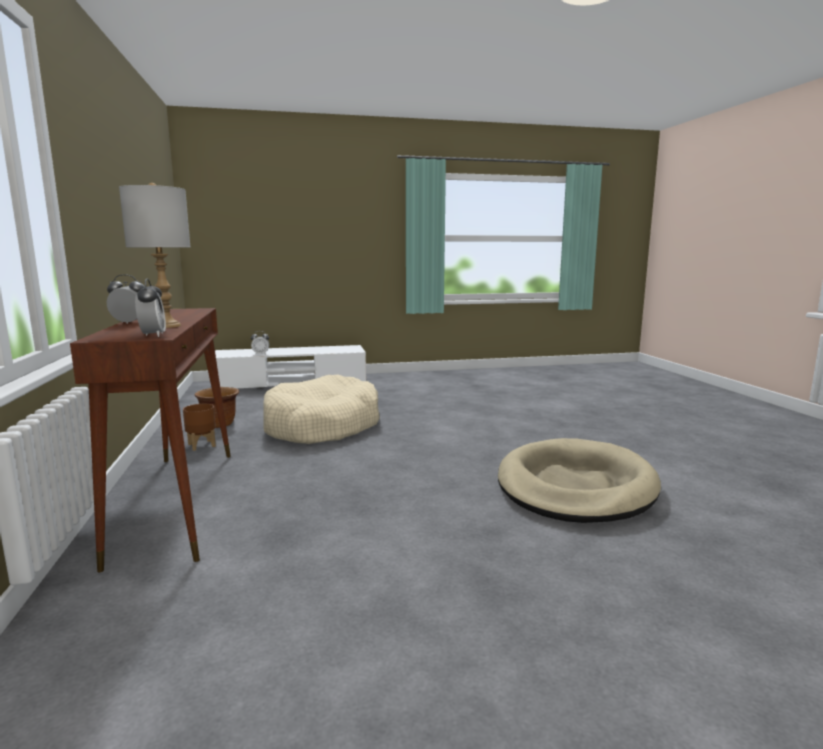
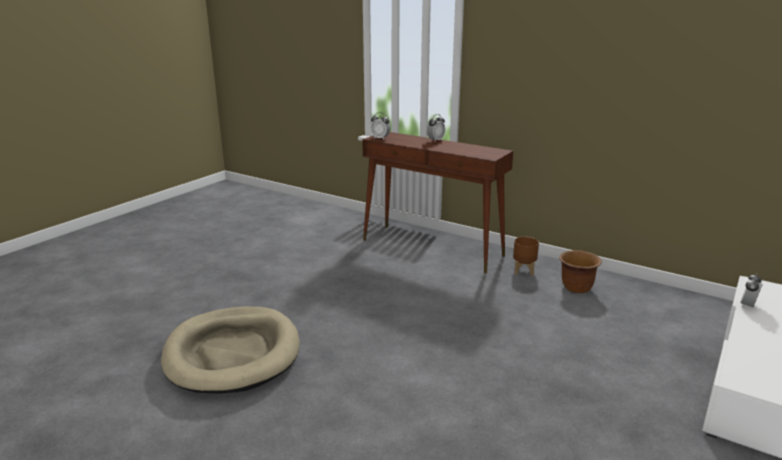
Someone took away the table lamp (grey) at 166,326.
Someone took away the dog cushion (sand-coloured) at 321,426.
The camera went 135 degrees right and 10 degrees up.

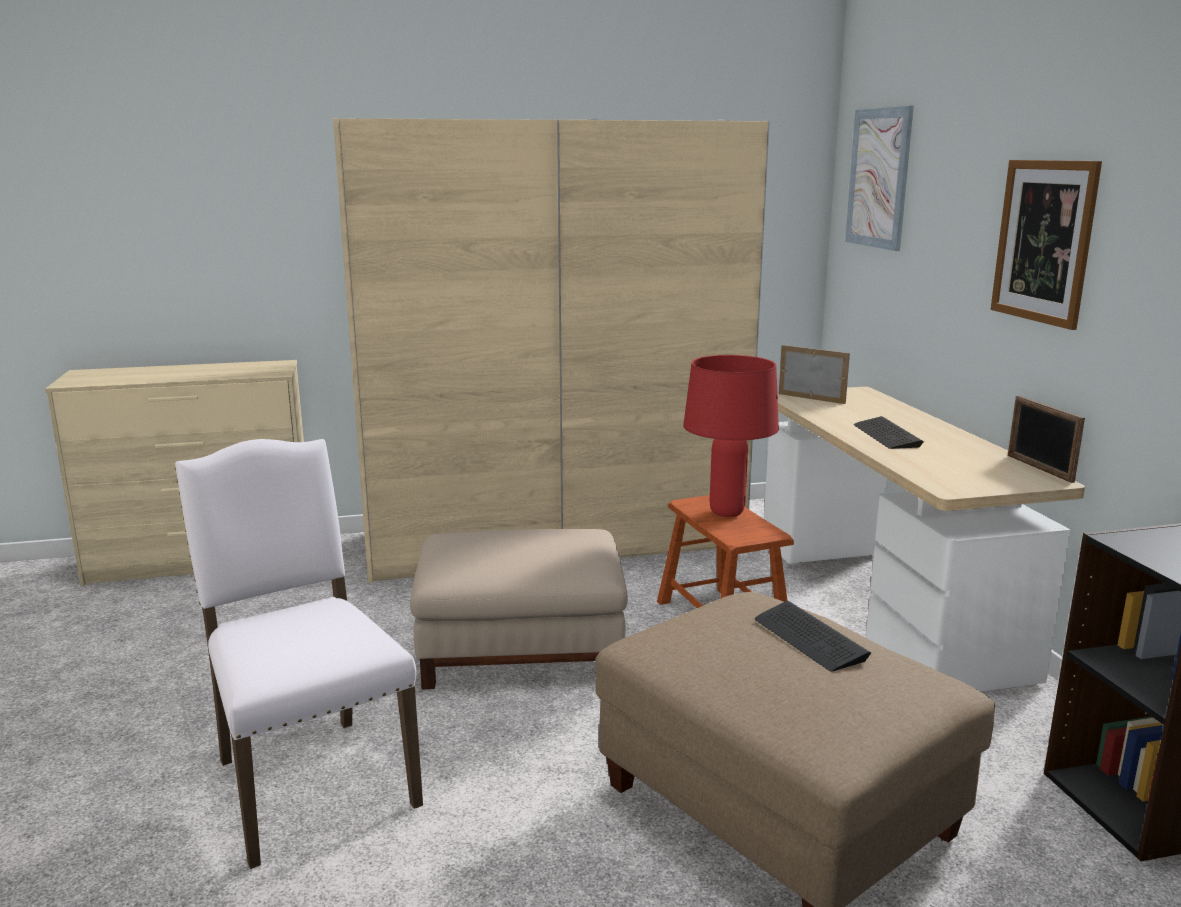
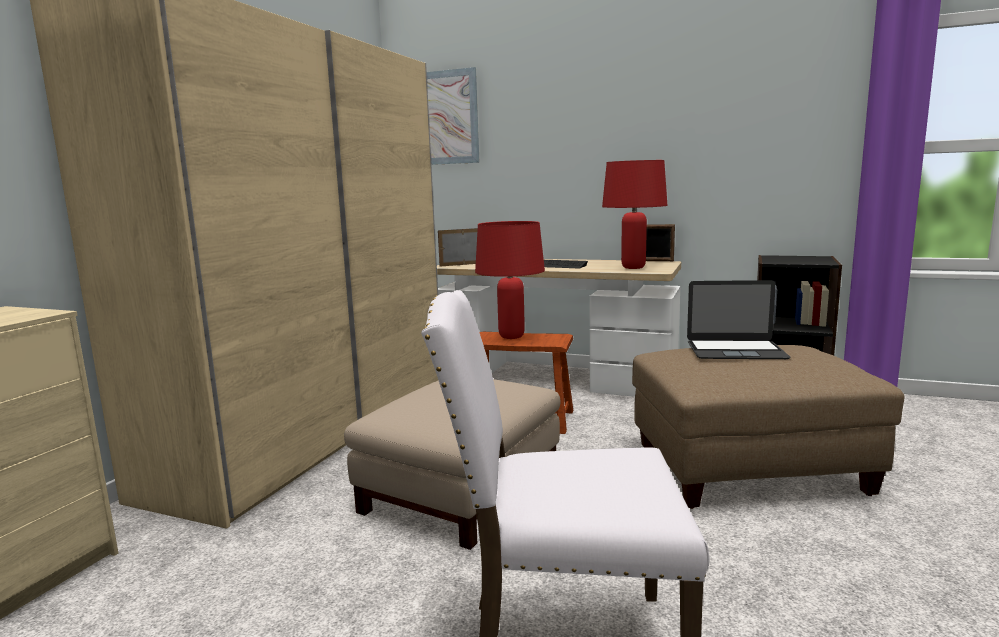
Someone took away the wall picture at 1044,241.
Someone put down the table lamp (reddish) at 633,268.
Someone swapped the computer keyboard at 809,638 for the portable computer at 735,350.
The camera went 55 degrees left and 5 degrees down.

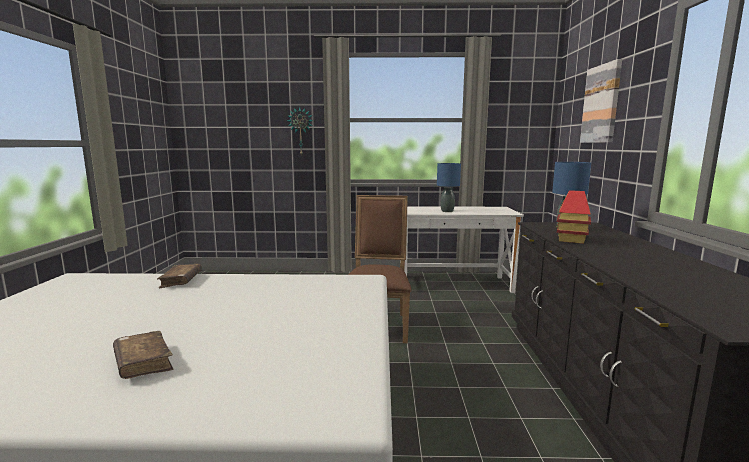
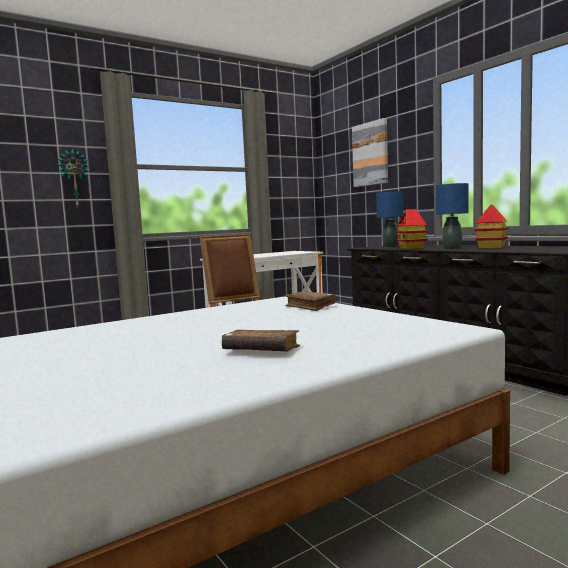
Someone put down the miniature house at 491,247.
Someone carried the volume (brown-coloured) from 181,281 to 310,306.
Someone carried the table lamp (blue-coloured) from 447,211 to 452,249.
The camera went 35 degrees left and 5 degrees down.

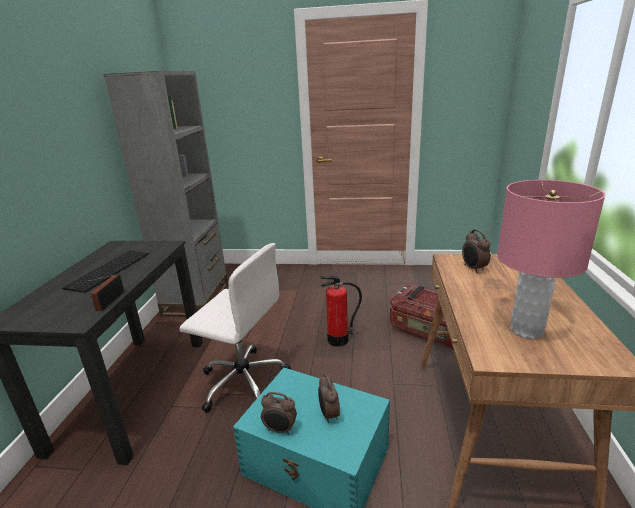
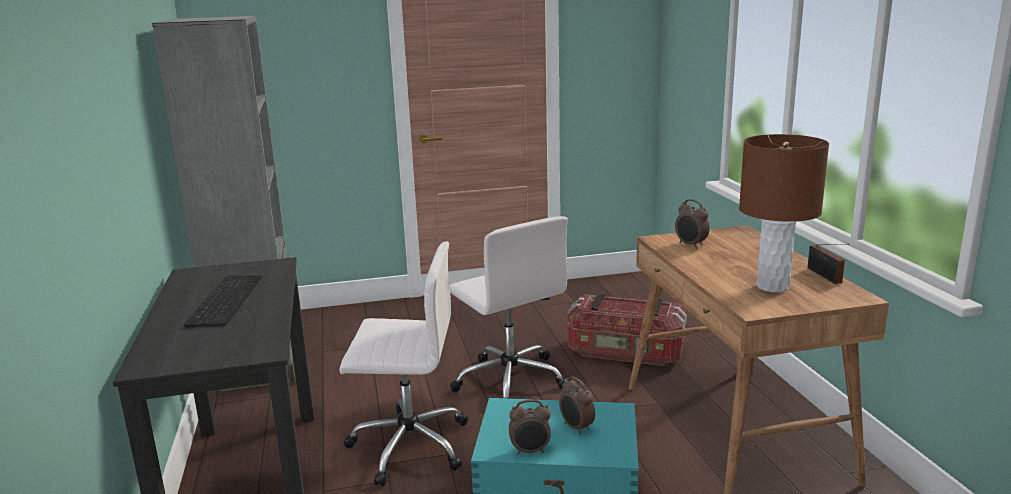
Someone carried the radio from 109,302 to 825,276.
Someone swapped the fire-fighting cylinder at 338,340 for the computer chair (whitish) at 509,379.
Someone repainted the table lamp (pink) at 527,330, which became the table lamp (brown-coloured) at 773,287.
The camera went 20 degrees left and 5 degrees down.

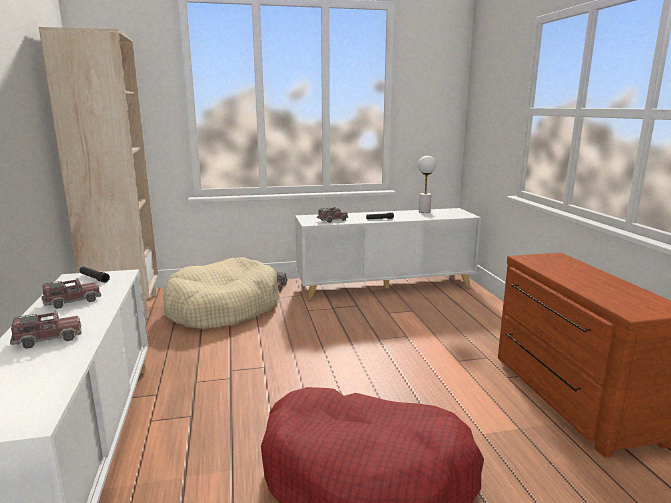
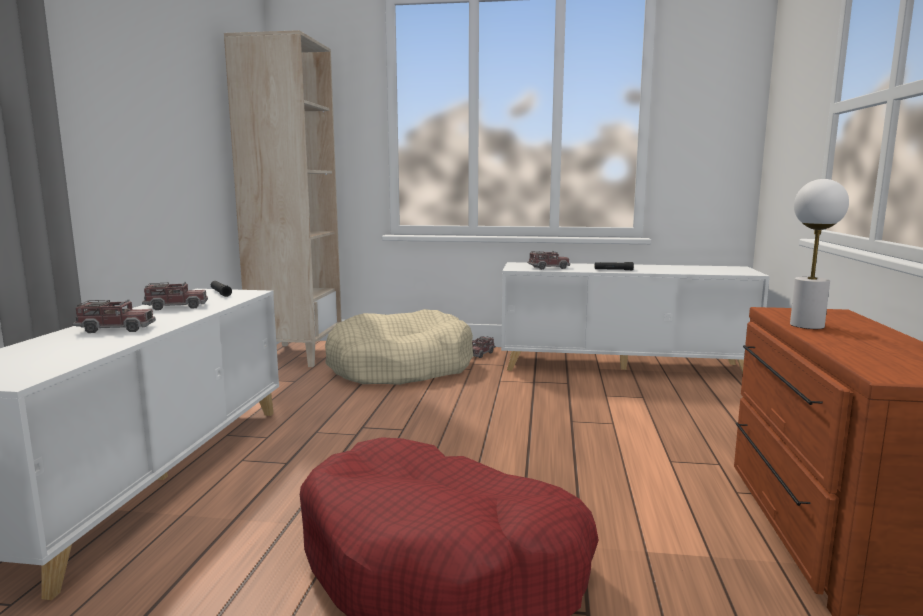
Someone carried the table lamp (whitish) from 424,211 to 806,325.
The camera went 20 degrees right and 5 degrees down.

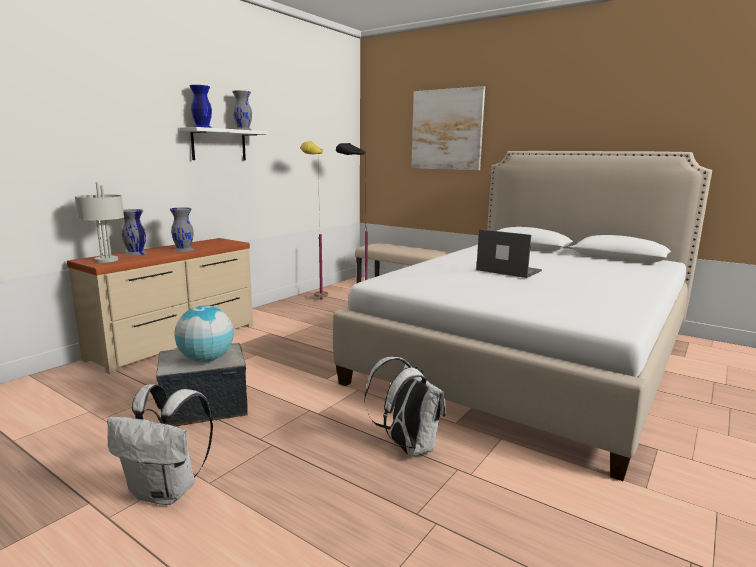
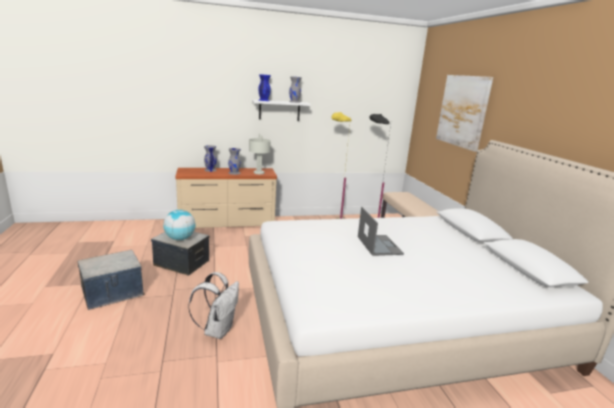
Someone carried the table lamp (grey) from 105,260 to 258,172.
Someone swapped the rucksack (whitish) at 167,491 for the storage box at 113,293.
The camera went 40 degrees right and 5 degrees up.

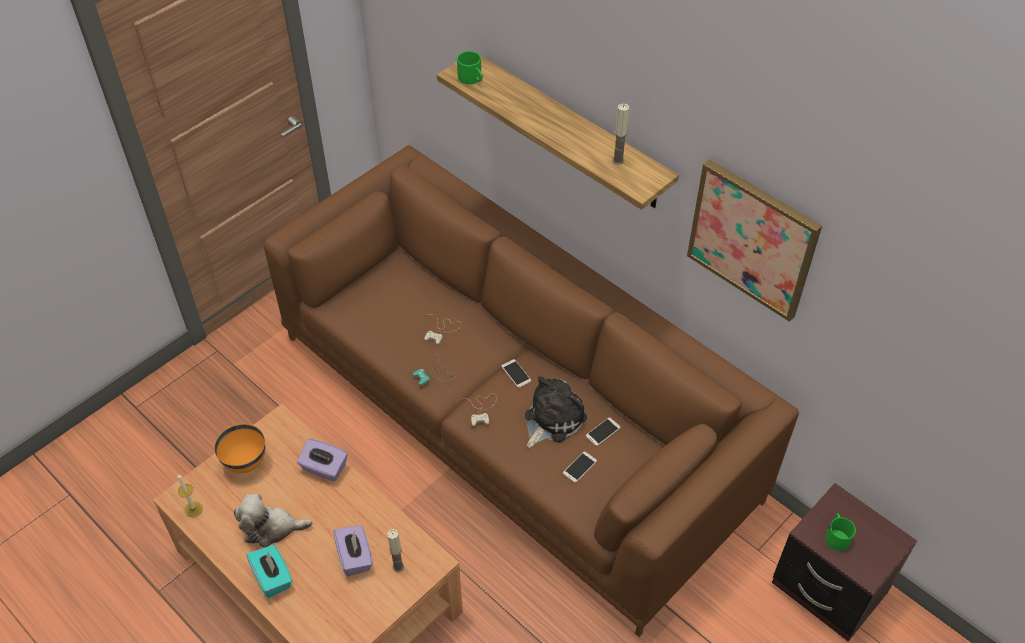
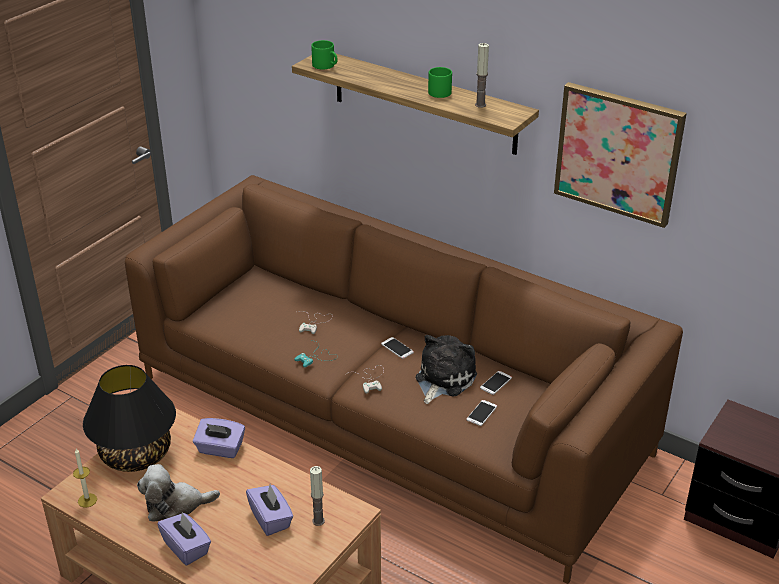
Someone carried the coffee mug (green) from 836,535 to 438,91.
Someone swapped the deep dish (orange-coloured) at 245,463 for the table lamp (black-coloured) at 135,455.
Someone repainted the tissue box (turquoise) at 273,578, which became the tissue box (purple) at 186,548.
The camera went 10 degrees left and 15 degrees down.

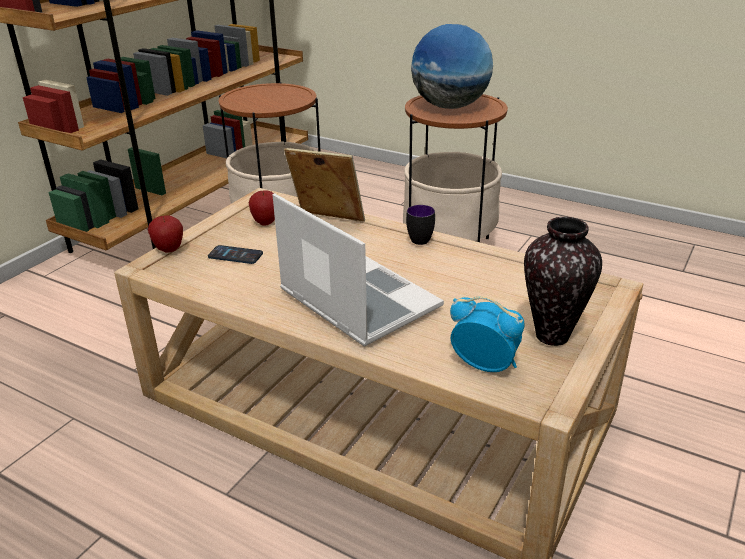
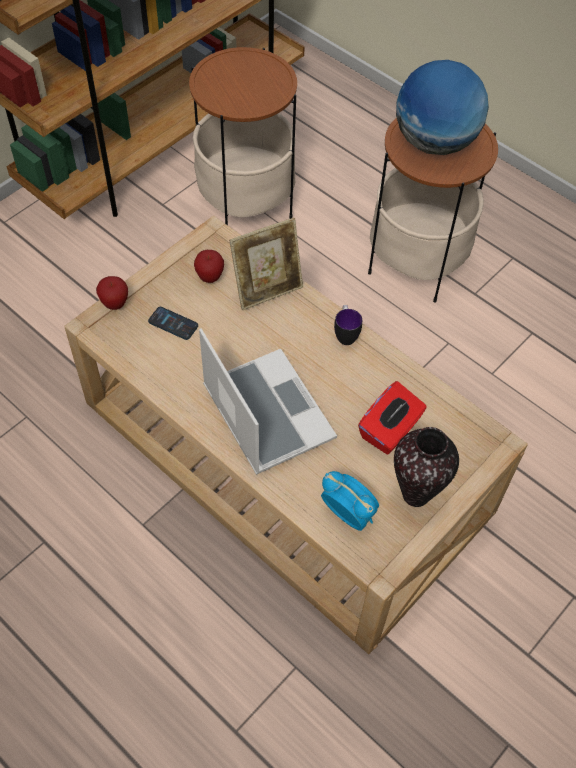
Someone put down the tissue box (reddish) at 390,430.
Someone rotated the picture frame at 327,221 by 120 degrees clockwise.
The camera went 10 degrees right and 25 degrees up.

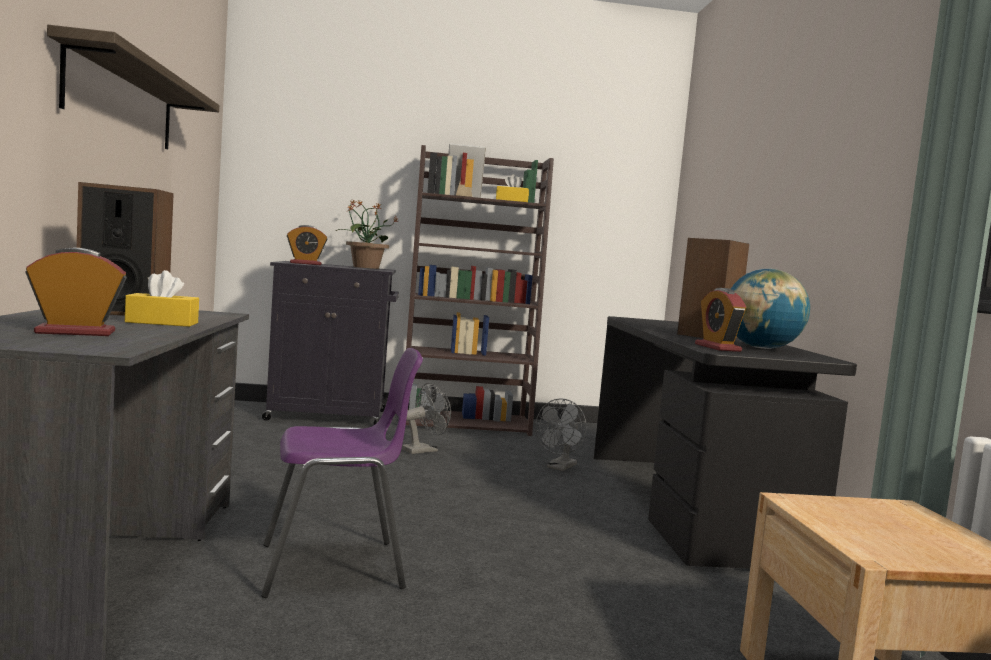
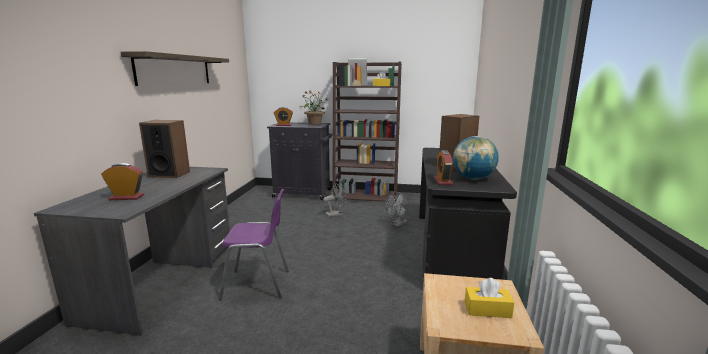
Someone carried the tissue box (yellow) from 162,322 to 487,310.
The camera went 15 degrees right and 10 degrees up.

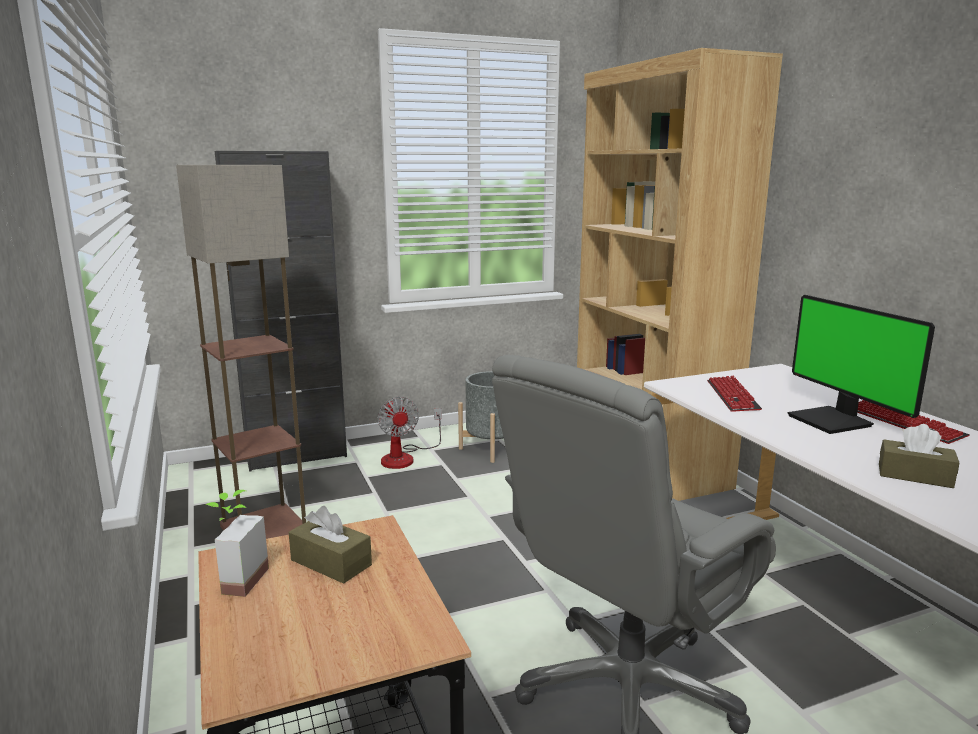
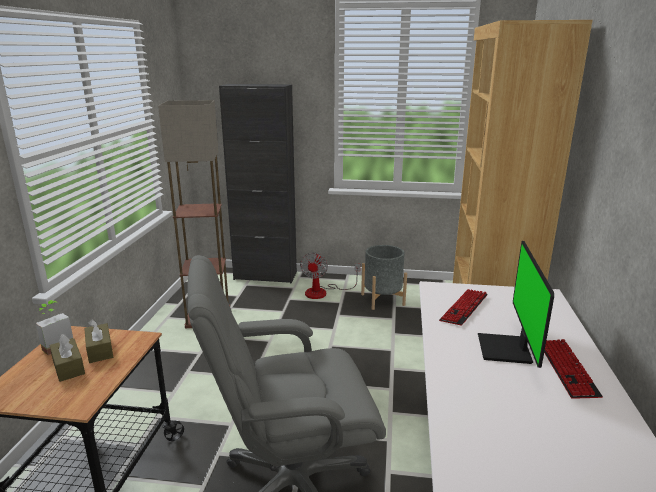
Someone carried the tissue box (brown-coloured) from 914,475 to 68,367.
The camera went 30 degrees right and 5 degrees up.

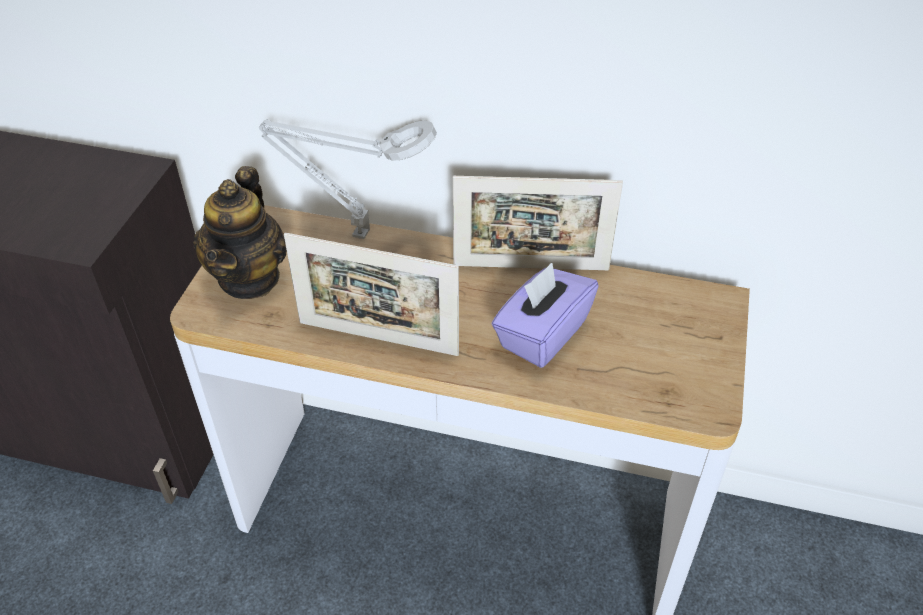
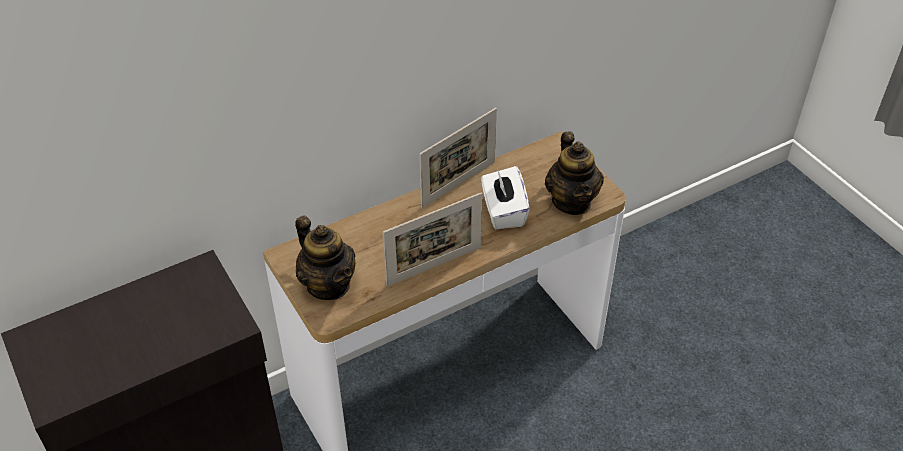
Someone took away the table lamp (grey) at 355,233.
Someone put down the teapot at 572,201.
Someone repainted the tissue box (purple) at 542,334, which became the tissue box (whitish) at 503,212.
The camera went 45 degrees left and 0 degrees up.

